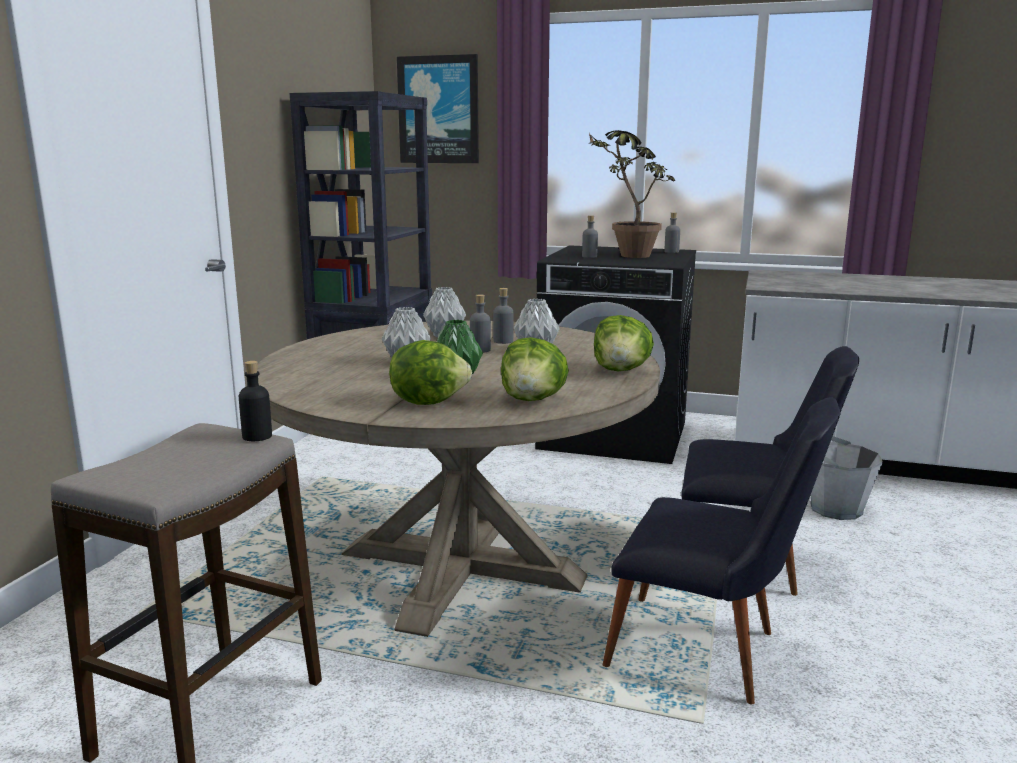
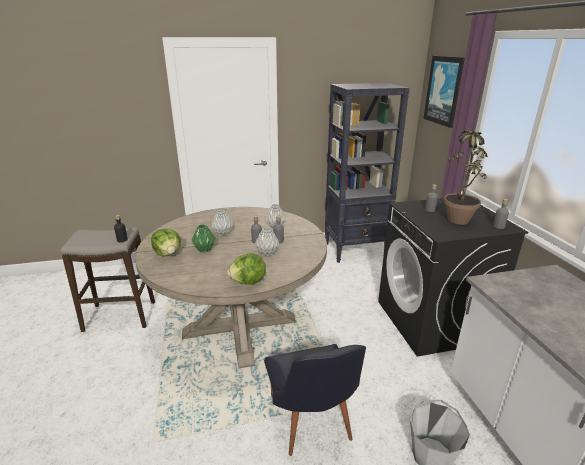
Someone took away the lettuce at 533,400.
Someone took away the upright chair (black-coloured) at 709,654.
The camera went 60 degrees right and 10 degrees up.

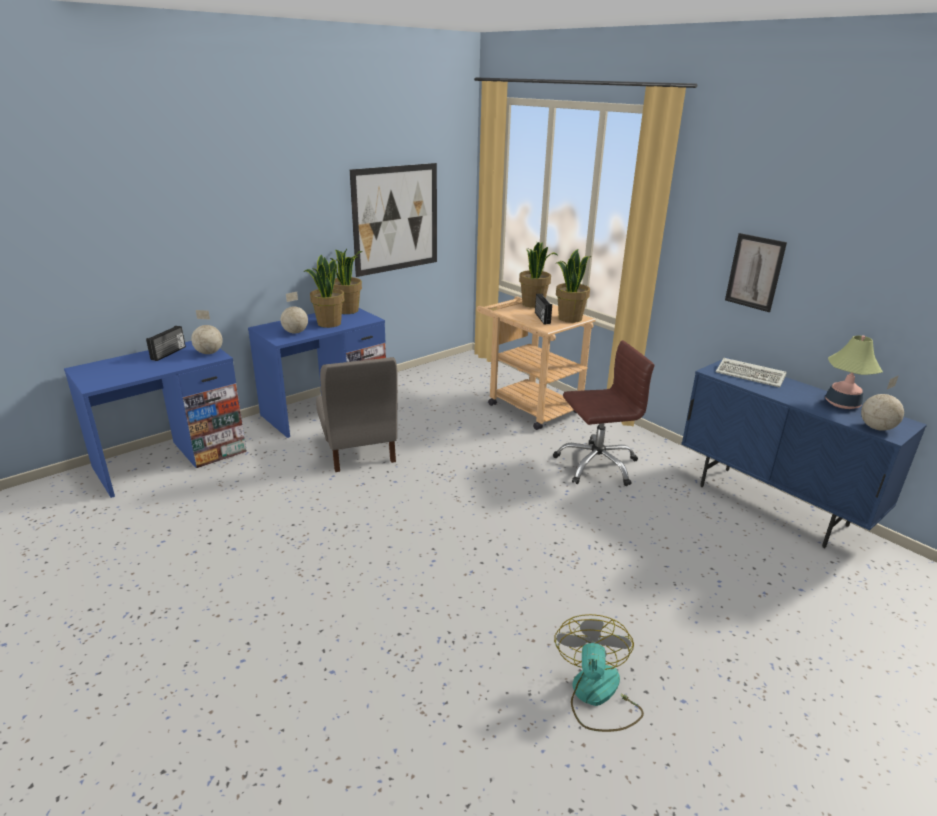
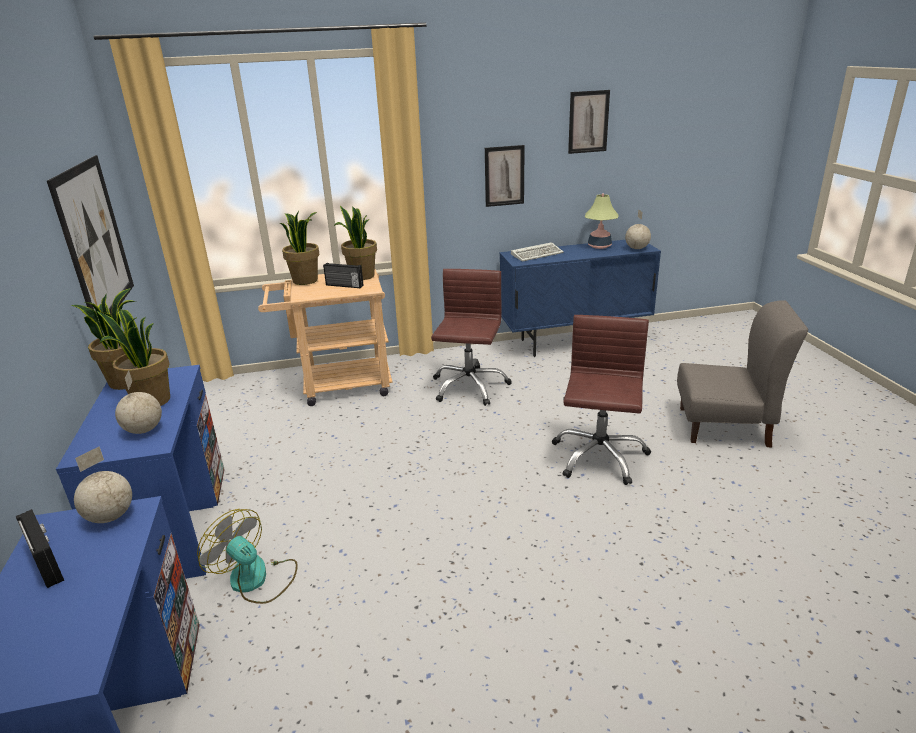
Someone put down the computer chair (brown-coloured) at 598,456.
Someone put up the wall picture at 588,122.
Someone carried the upright chair (grey) from 359,450 to 724,427.
Someone carried the fan from 596,696 to 256,580.
The camera went 60 degrees left and 0 degrees up.

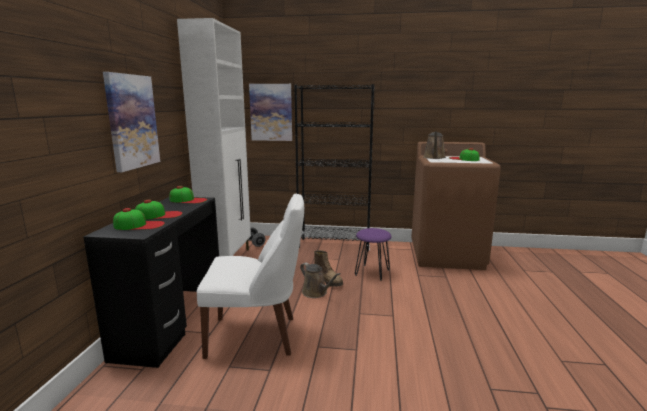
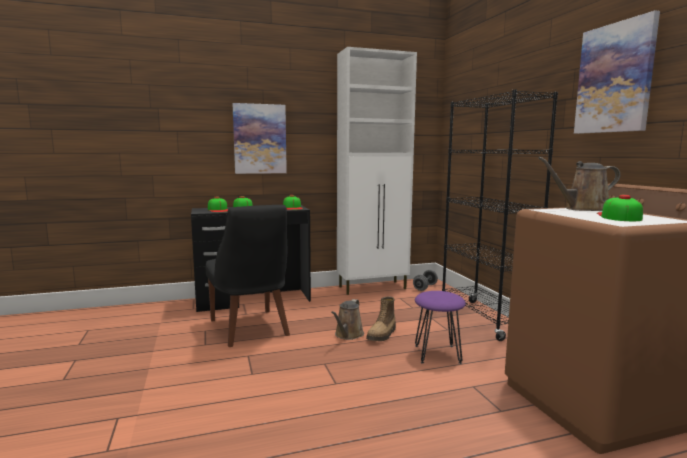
Someone carried the wall picture from 271,112 to 614,78.
Someone repainted the upright chair (whitish) at 257,336, which became the upright chair (black-coloured) at 250,329.
The camera went 65 degrees right and 5 degrees down.

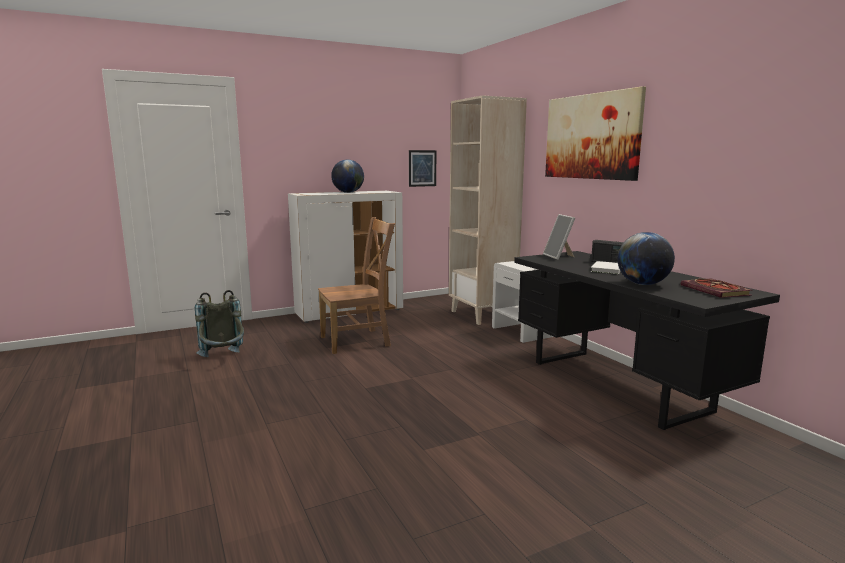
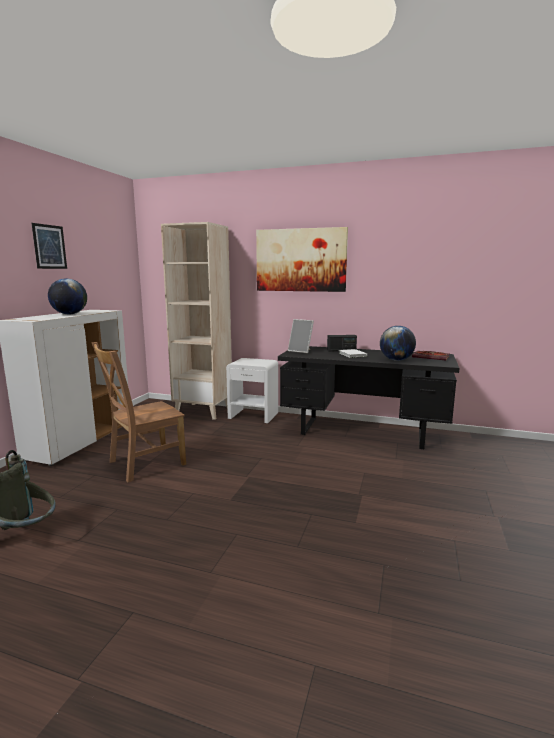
Someone carried the wall picture from 422,168 to 49,247.
Someone rotated the upright chair (brown-coloured) at 358,341 by 150 degrees counterclockwise.
The camera went 45 degrees left and 0 degrees up.

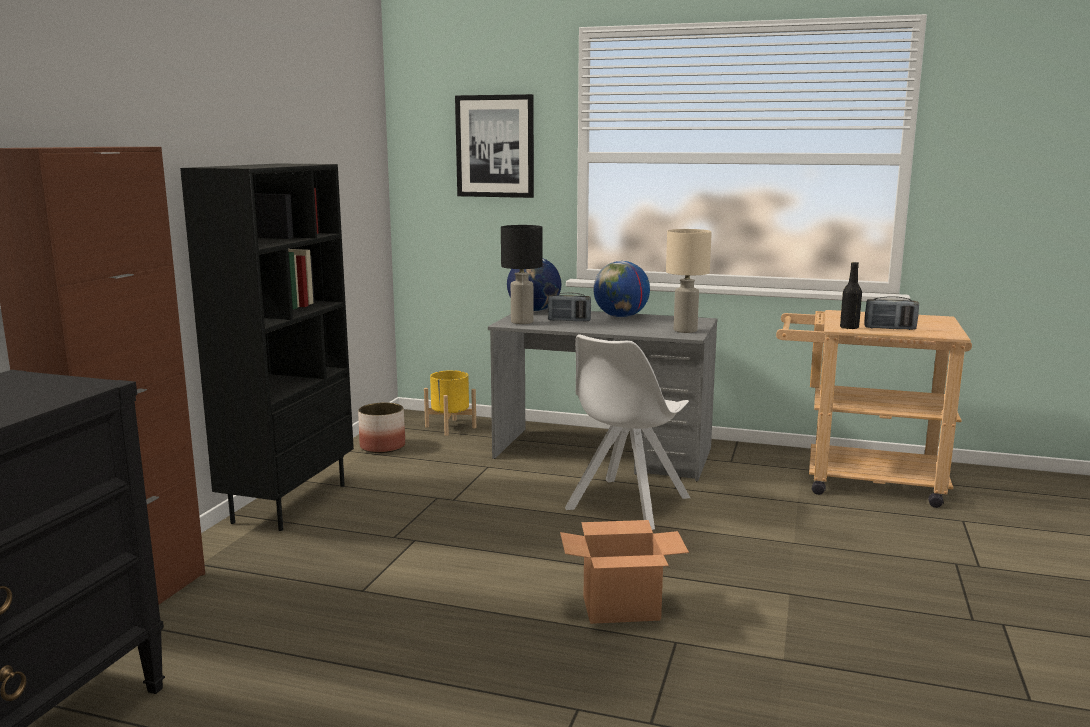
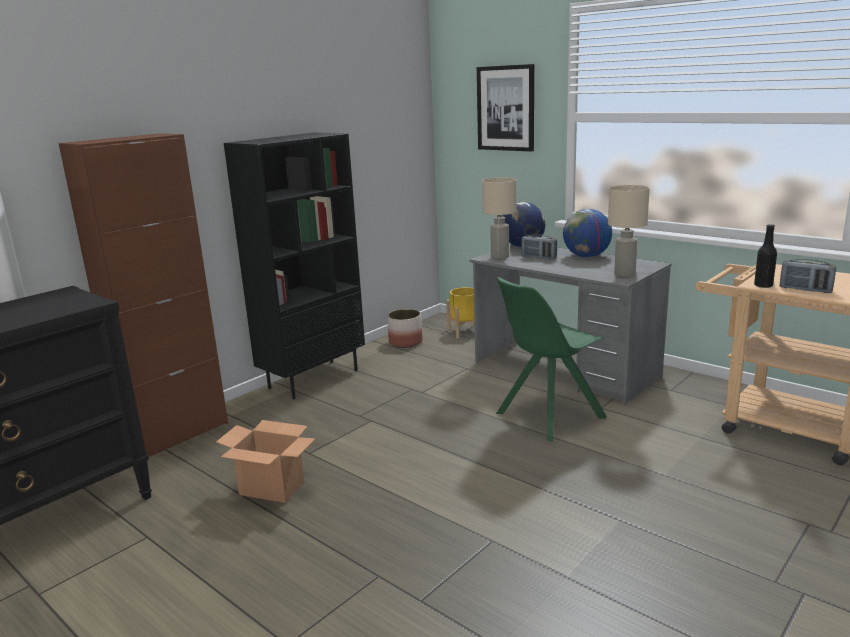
Someone carried the carton from 622,608 to 273,488.
Someone repainted the table lamp (black-coloured) at 522,322, which became the table lamp (sand-coloured) at 500,257.
Someone repainted the upright chair (whitish) at 626,505, which became the upright chair (green) at 547,416.
The camera went 25 degrees right and 5 degrees up.

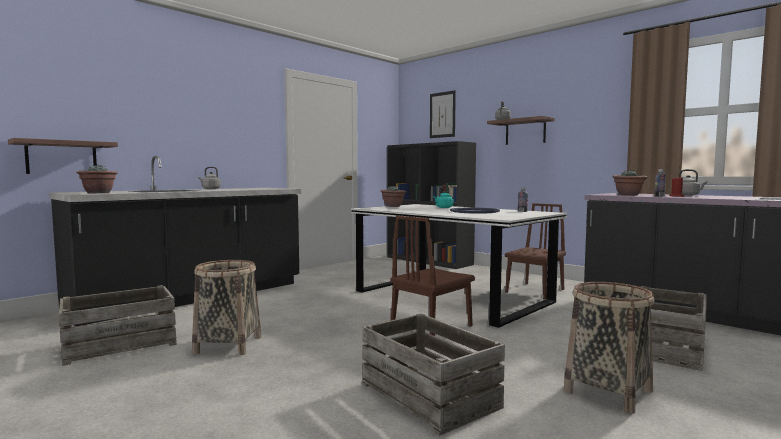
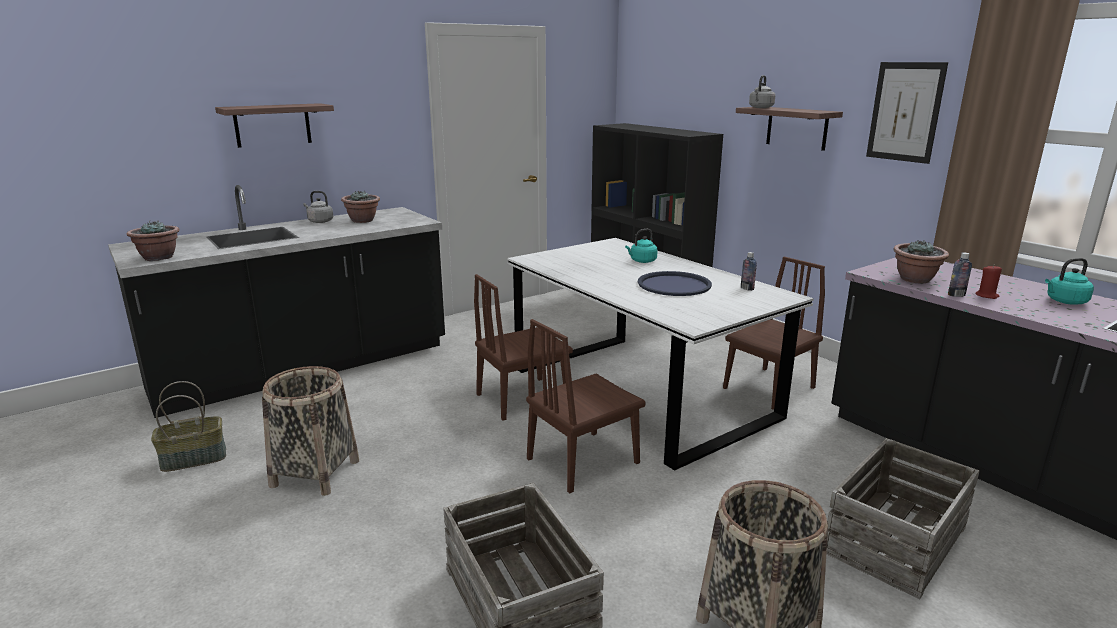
Someone took away the tea kettle (grey) at 688,195.
Someone put down the upright chair (brown-coloured) at 523,398.
Someone put down the tea kettle (turquoise) at 1064,301.
Someone carried the wall shelf from 62,158 to 272,125.
Someone carried the houseplant from 393,206 to 363,220.
Someone carried the wall picture from 442,115 to 905,112.
Someone swapped the shipping crate at 120,344 for the storage basket at 194,458.
The camera went 10 degrees right and 15 degrees up.

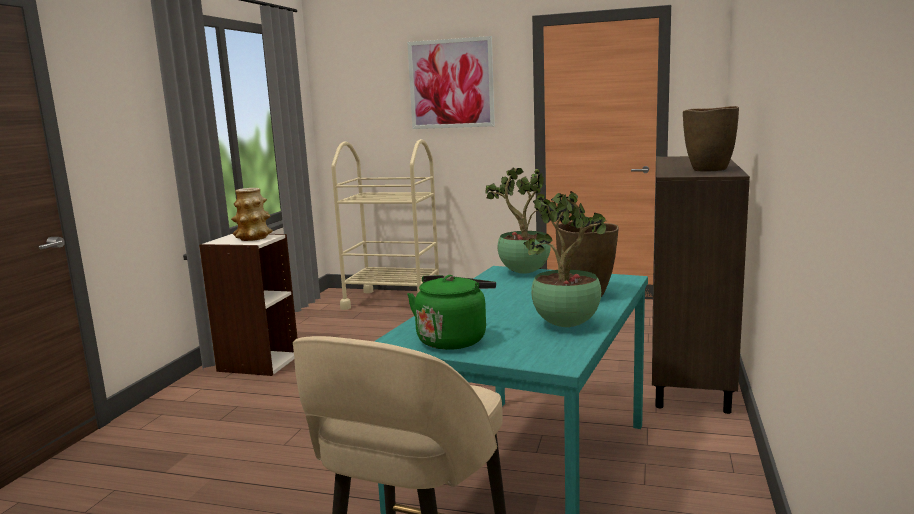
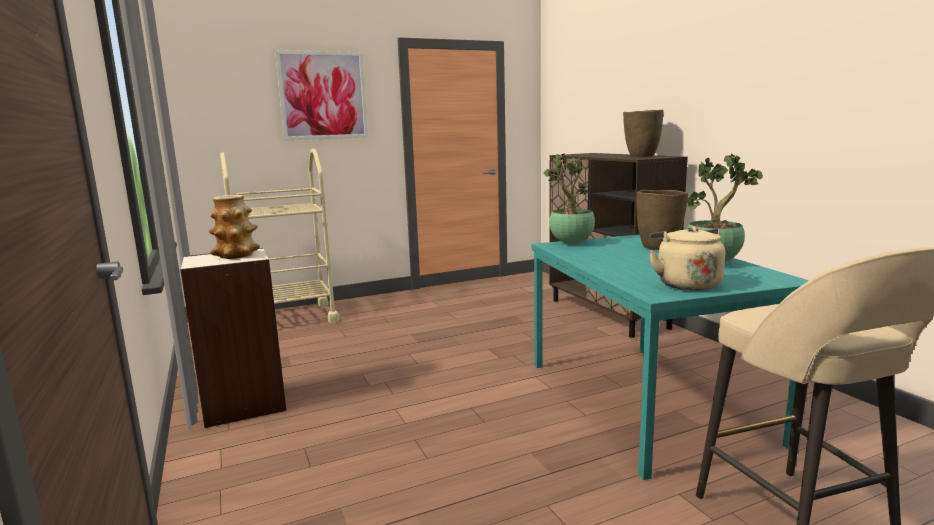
Someone repainted the tea kettle (green) at 453,339, which became the tea kettle (sand-coloured) at 685,284.
The camera went 40 degrees left and 0 degrees up.

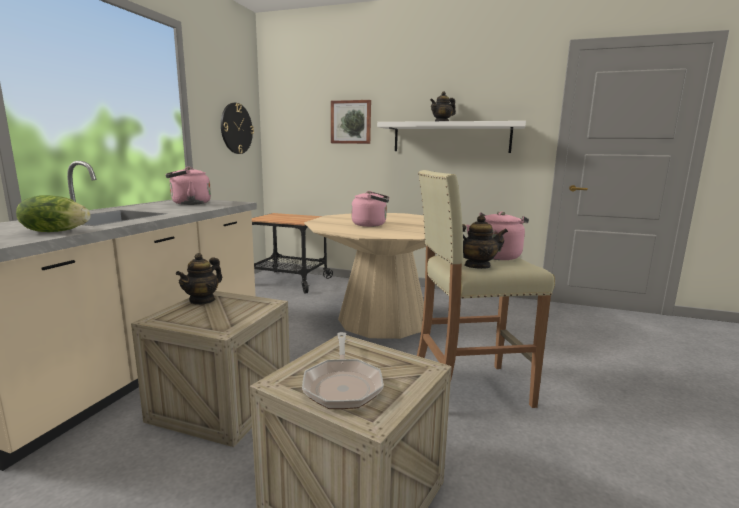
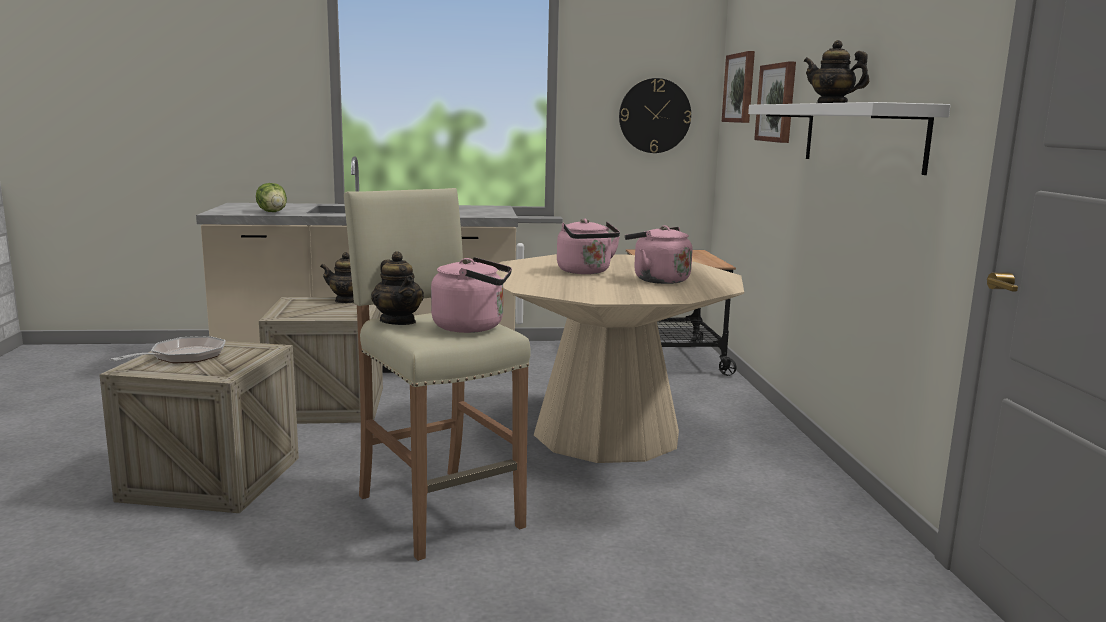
Someone put up the wall picture at 740,88.
Someone carried the tea kettle (pink) from 188,203 to 657,280.
Someone rotated the pan at 342,385 by 150 degrees clockwise.
The camera went 65 degrees right and 0 degrees up.

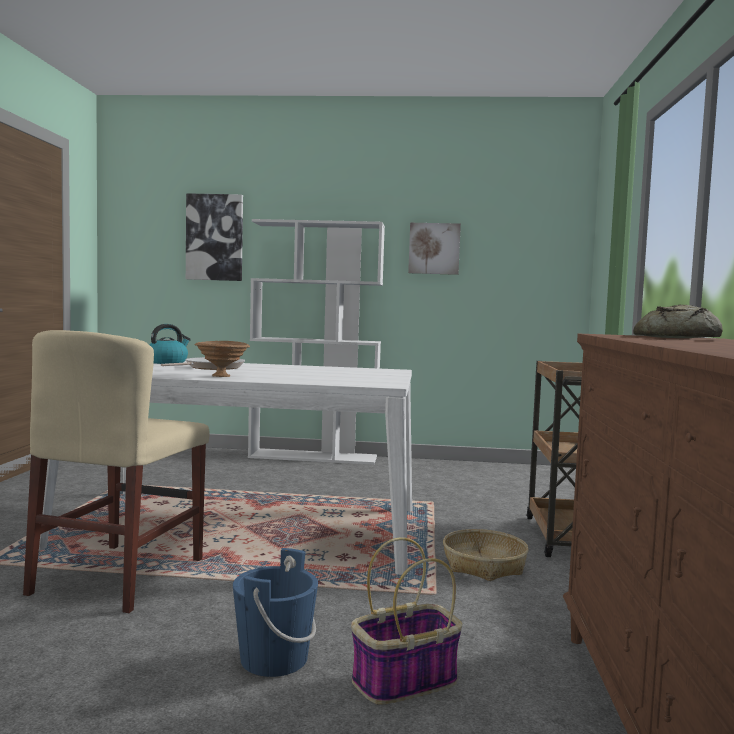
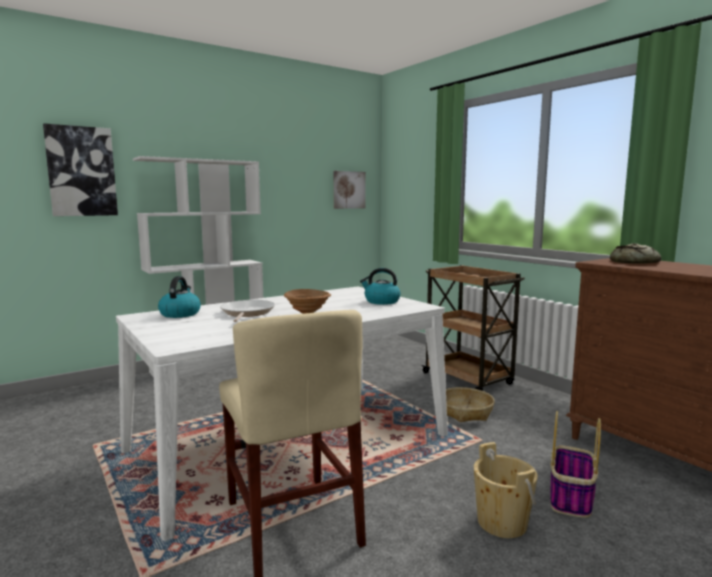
Someone put down the tea kettle at 381,301.
Someone carried the wall picture from 434,248 to 348,190.
Someone repainted the pail (blue-coloured) at 274,658, which became the pail (sand-coloured) at 502,522.
The camera went 40 degrees left and 5 degrees up.

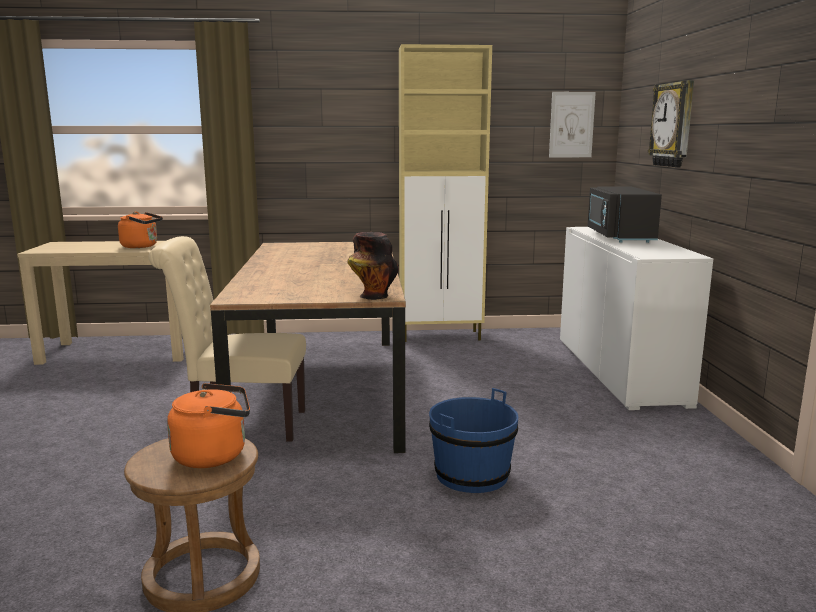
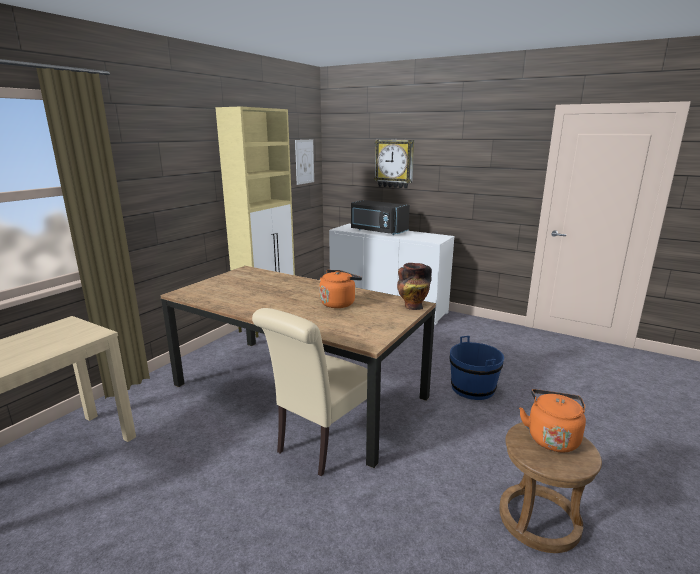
Someone carried the tea kettle (orange-coloured) from 142,246 to 339,303.
The camera went 55 degrees left and 5 degrees up.

